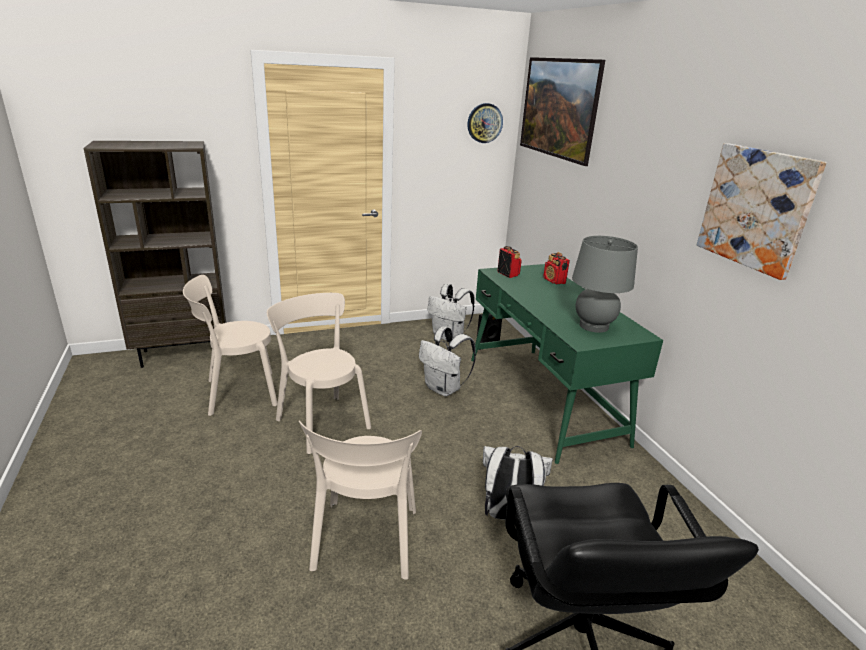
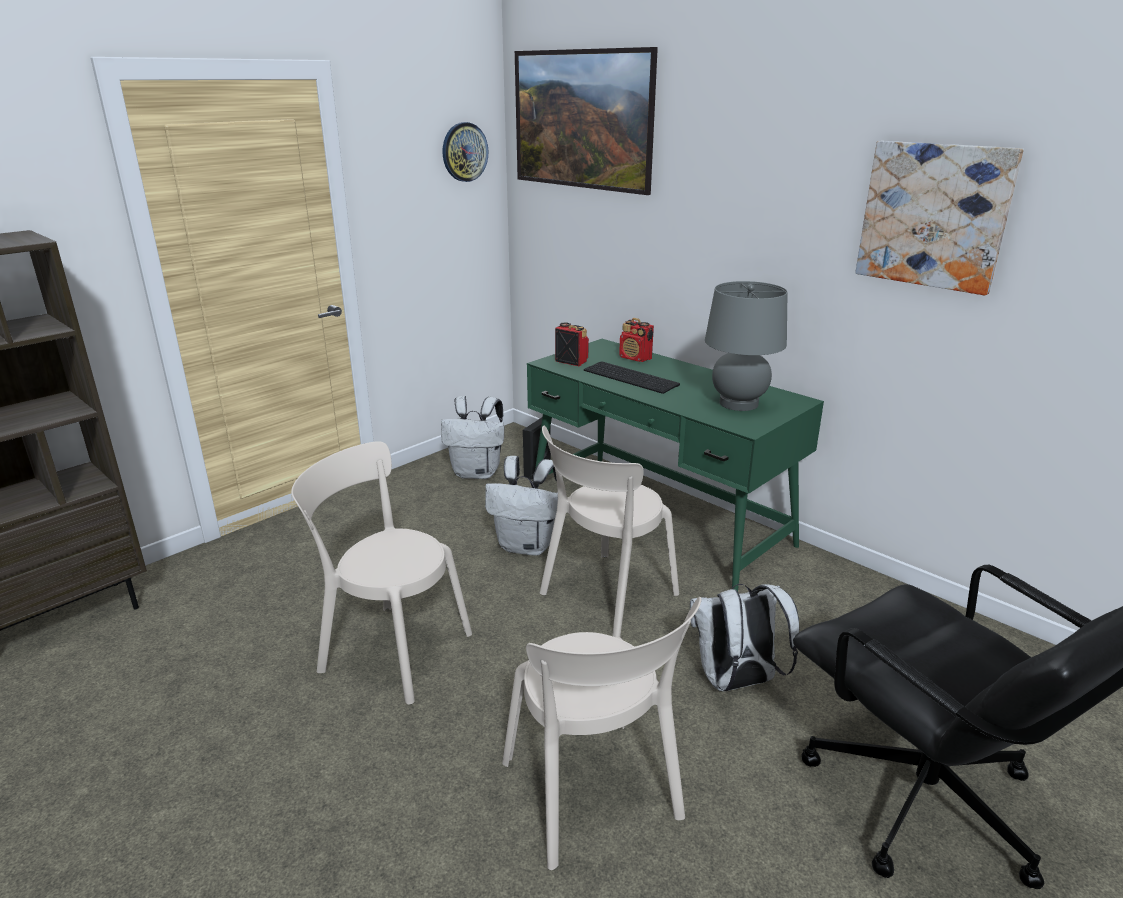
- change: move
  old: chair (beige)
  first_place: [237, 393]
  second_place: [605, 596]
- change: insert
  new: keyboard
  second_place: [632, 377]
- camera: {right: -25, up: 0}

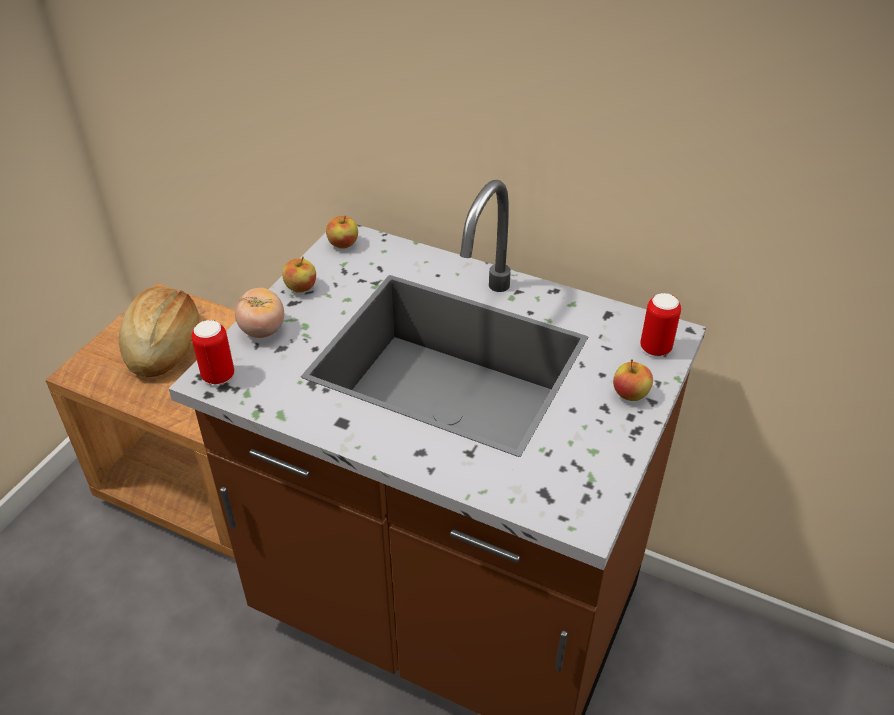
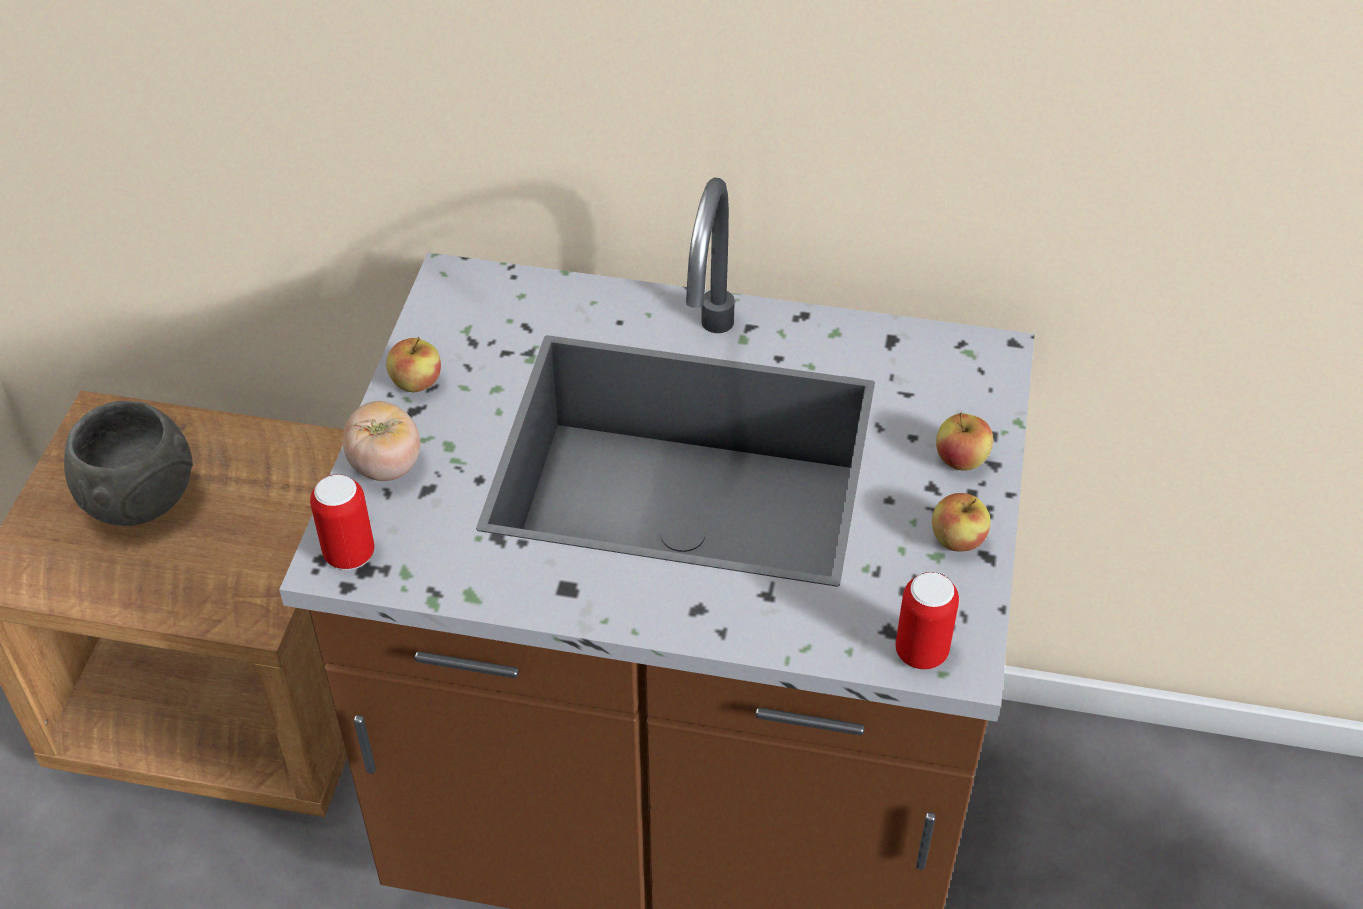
- change: replace
  old: bread
  new: bowl (grey)
  first_place: [163, 346]
  second_place: [139, 500]
- change: move
  old: can
  first_place: [655, 348]
  second_place: [921, 652]
- change: move
  old: apple
  first_place: [343, 244]
  second_place: [957, 540]
- camera: {right: -15, up: 5}

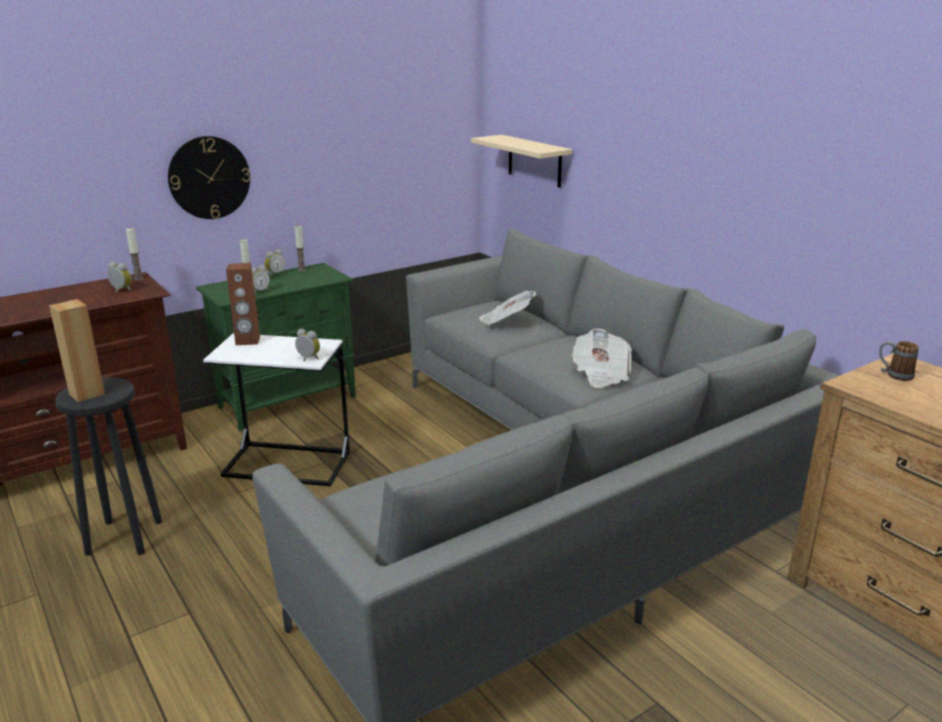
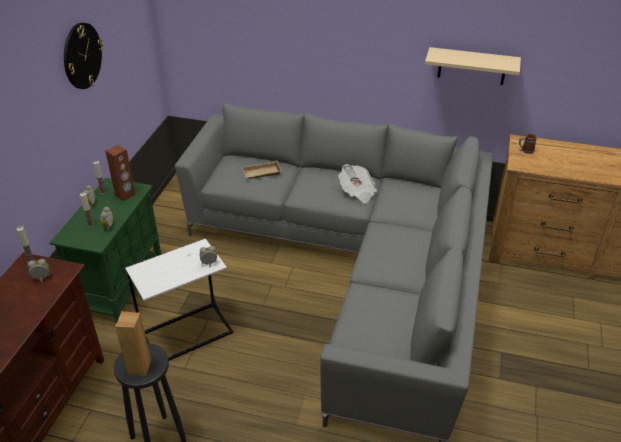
- change: move
  old: wall clock
  first_place: [209, 178]
  second_place: [82, 56]
- change: move
  old: speaker (brown)
  first_place: [247, 341]
  second_place: [125, 195]
- change: replace
  old: newspaper
  new: tray (beige)
  first_place: [506, 322]
  second_place: [261, 173]
- change: move
  old: shelf (beige)
  first_place: [534, 161]
  second_place: [472, 66]
- camera: {right: -40, up: 15}

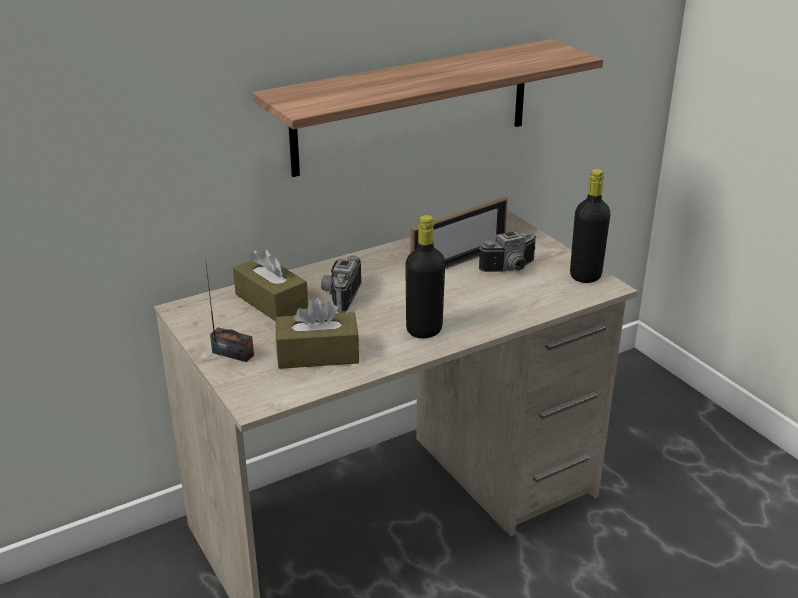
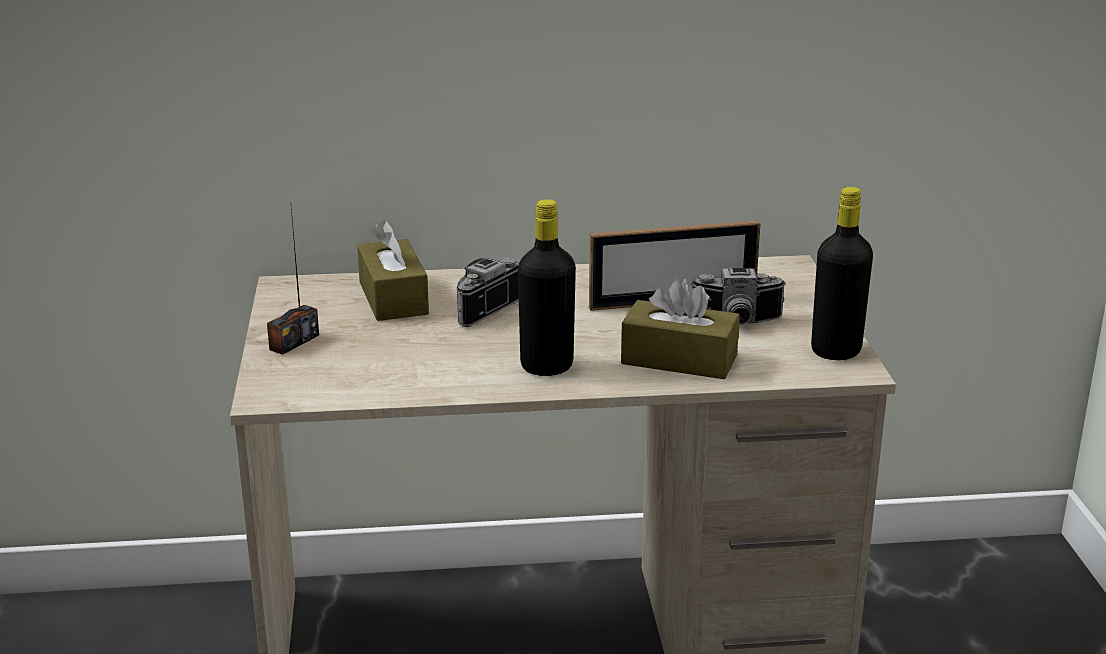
- change: rotate
  old: radio
  first_place: [232, 354]
  second_place: [294, 342]
  degrees: 75
- change: move
  old: tissue box (brown)
  first_place: [317, 354]
  second_place: [679, 359]
- change: delete
  old: shelf
  first_place: [413, 107]
- camera: {right: 25, up: -5}

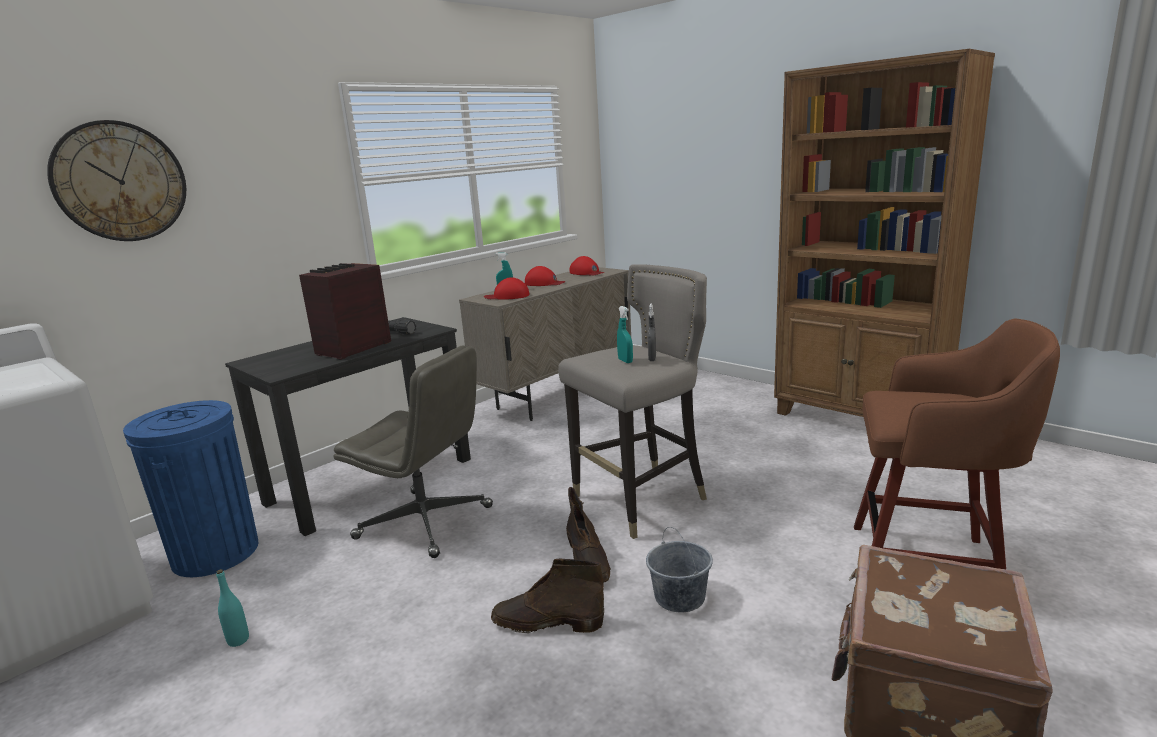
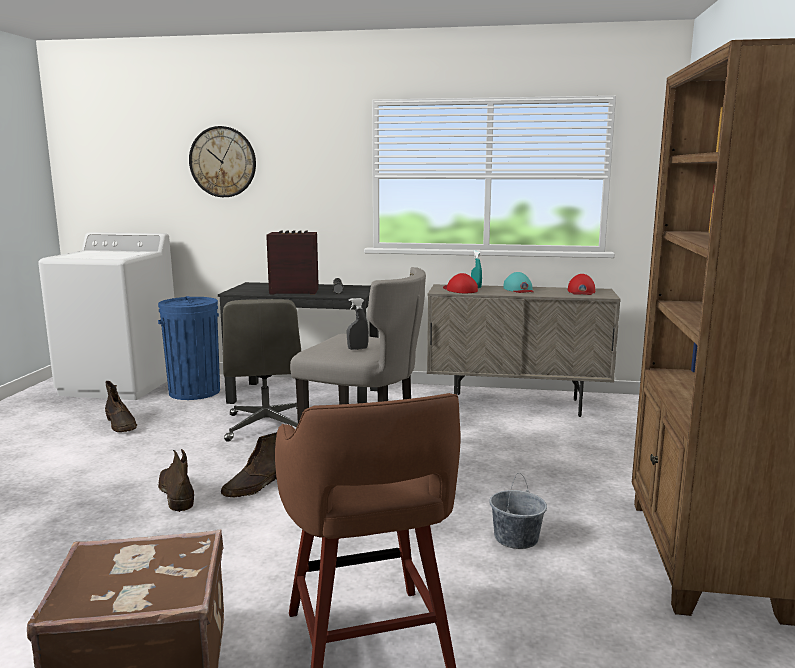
- change: replace
  old: bottle (turquoise)
  new: boot (brown)
  first_place: [238, 640]
  second_place: [121, 424]
- change: move
  old: bucket (grey)
  first_place: [680, 597]
  second_place: [516, 538]
- change: recolor
  old: cap (red)
  new: cap (turquoise)
  first_place: [544, 283]
  second_place: [519, 289]
- change: delete
  old: spray bottle (turquoise)
  first_place: [625, 361]
- camera: {right: 55, up: -5}

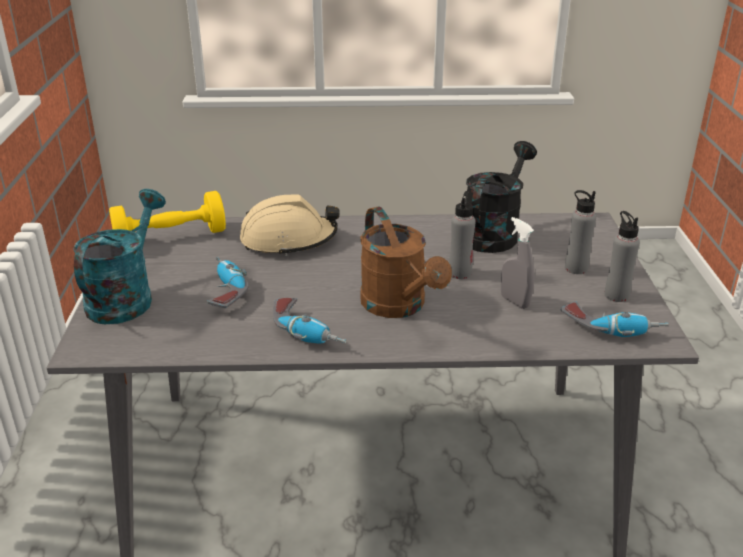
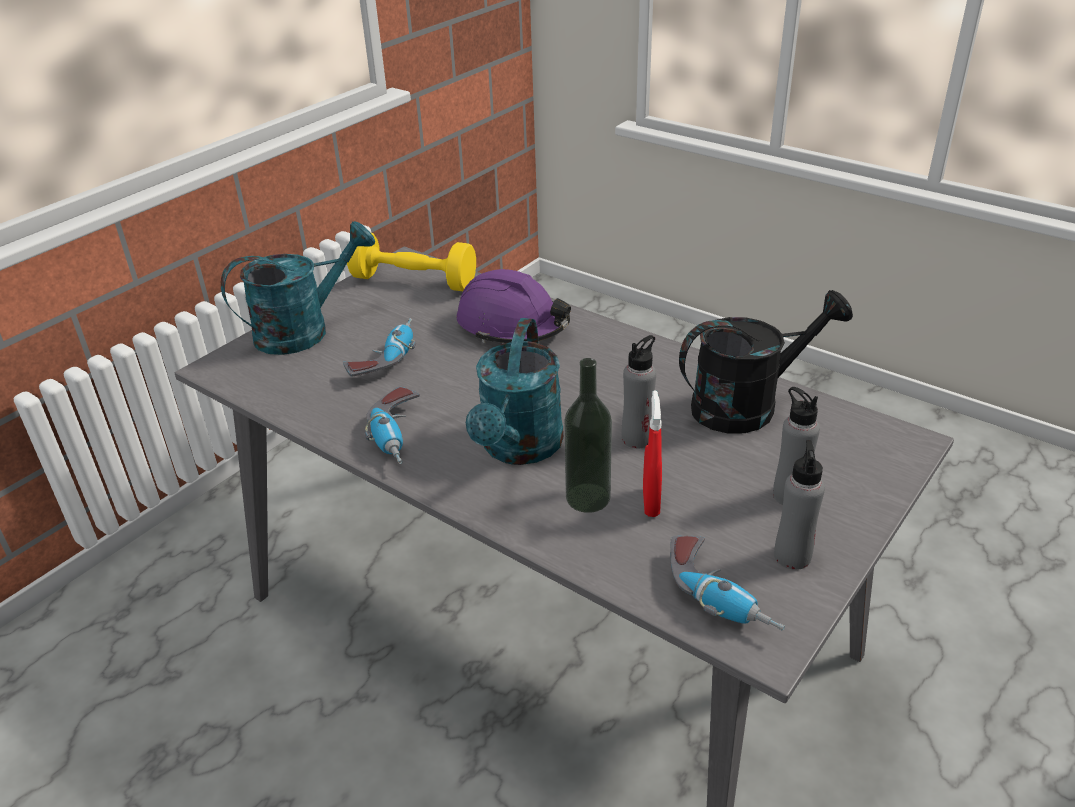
- change: recolor
  old: hard hat (beige)
  new: hard hat (purple)
  first_place: [288, 240]
  second_place: [513, 325]
- change: recolor
  old: watering can (brown)
  new: watering can (turquoise)
  first_place: [399, 307]
  second_place: [519, 449]
- change: insert
  new: bottle
  second_place: [588, 497]
- change: recolor
  old: spray bottle (grey)
  new: spray bottle (red)
  first_place: [514, 301]
  second_place: [651, 502]
- camera: {right: 40, up: 5}

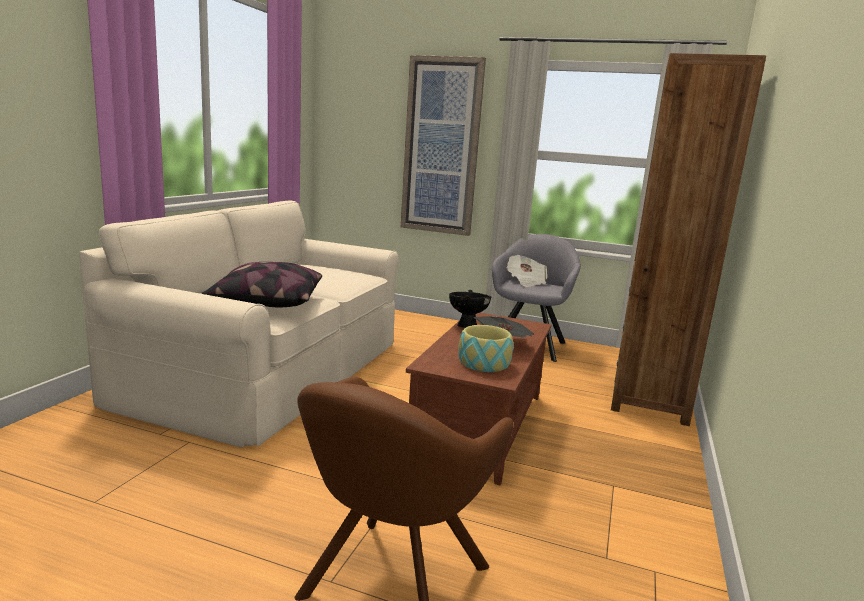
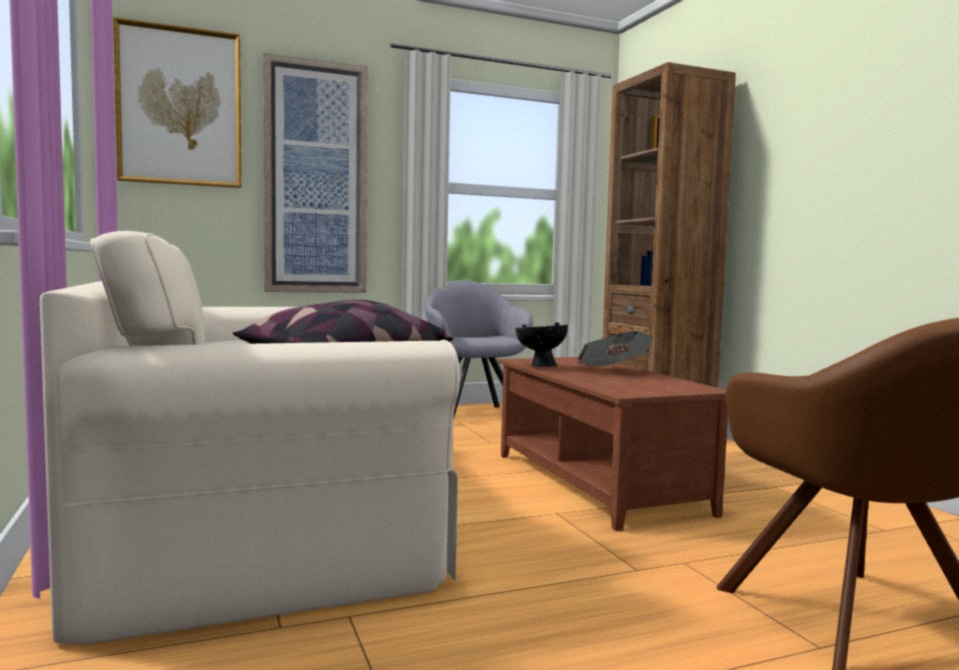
- change: insert
  new: picture
  second_place: [180, 107]
- change: delete
  old: bowl
  first_place: [484, 363]
- change: delete
  old: newspaper
  first_place: [526, 281]
- camera: {right: -40, up: -10}

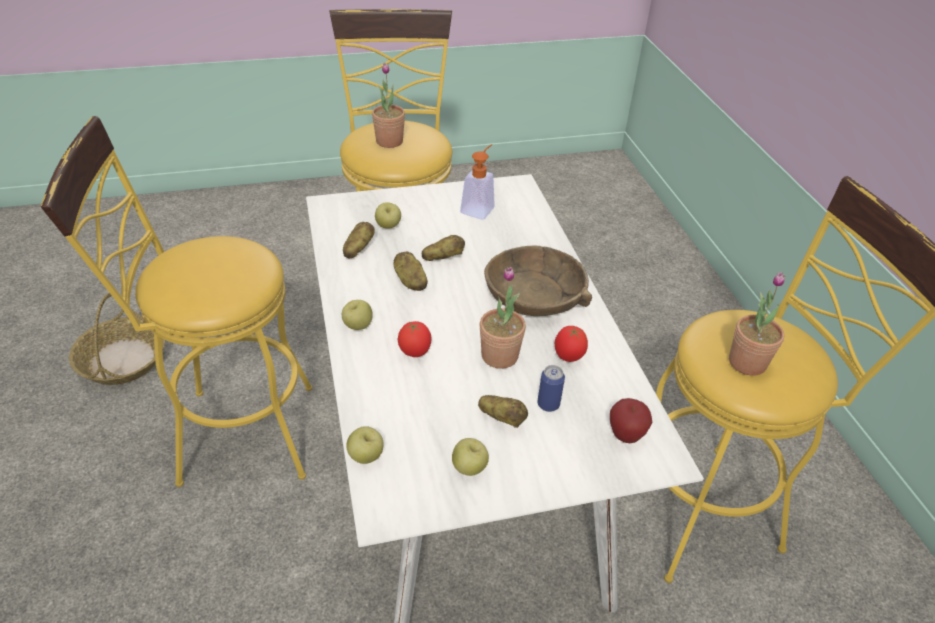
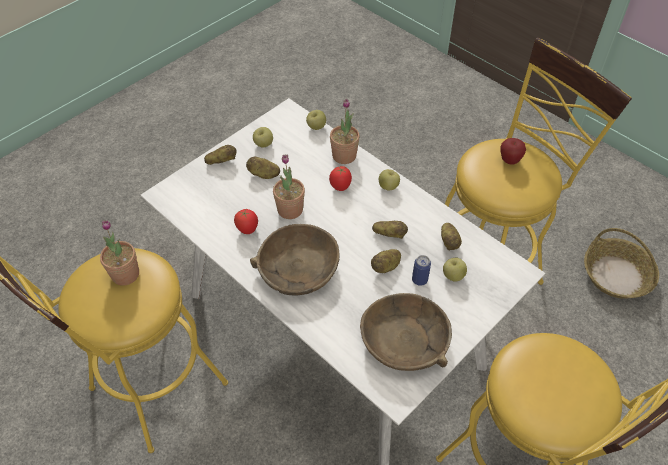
- change: insert
  new: potato
  second_place: [221, 161]
- change: move
  old: potted plant
  first_place: [389, 141]
  second_place: [344, 156]
- change: replace
  old: soap dispenser
  new: bowl (brown)
  first_place: [479, 207]
  second_place: [405, 340]
- change: move
  old: can
  first_place: [548, 404]
  second_place: [419, 280]
- change: move
  old: apple
  first_place: [625, 435]
  second_place: [509, 160]
- camera: {right: 150, up: 10}

